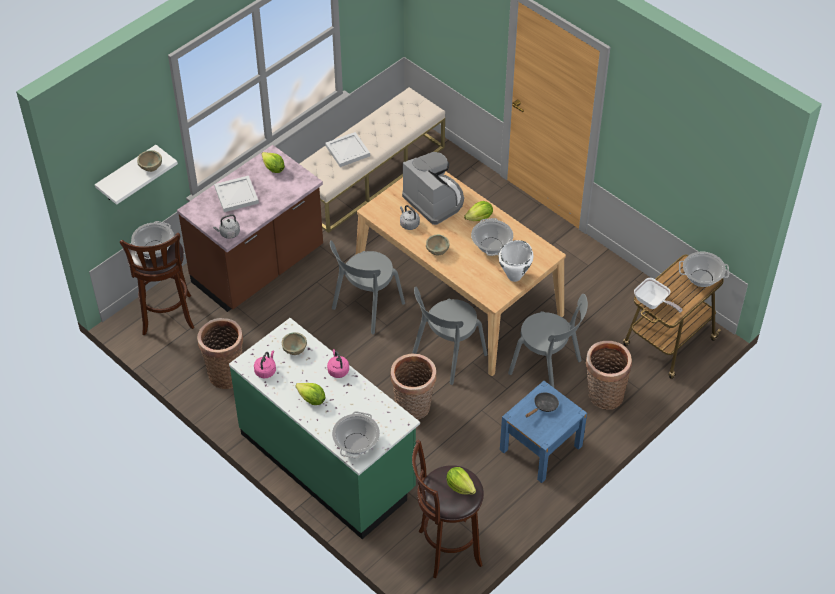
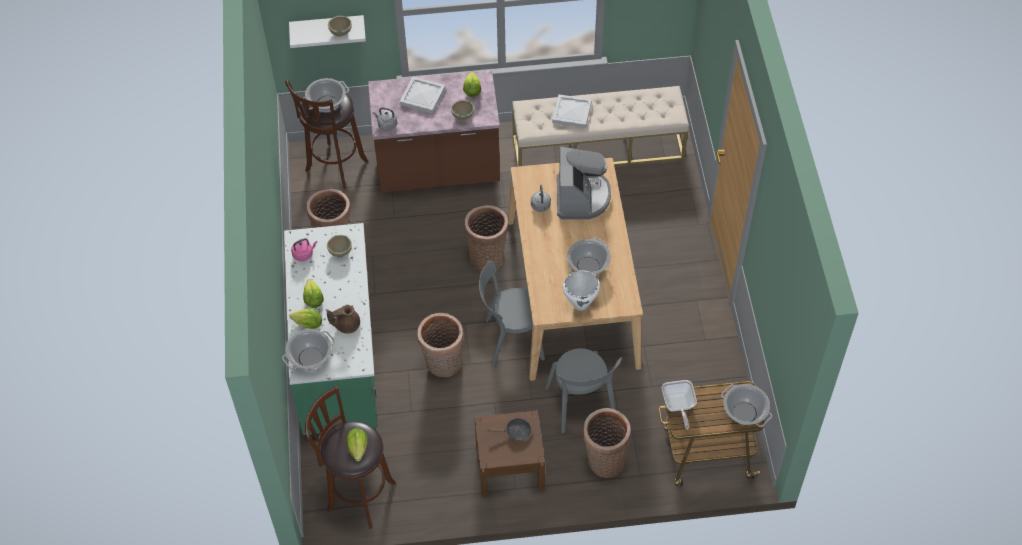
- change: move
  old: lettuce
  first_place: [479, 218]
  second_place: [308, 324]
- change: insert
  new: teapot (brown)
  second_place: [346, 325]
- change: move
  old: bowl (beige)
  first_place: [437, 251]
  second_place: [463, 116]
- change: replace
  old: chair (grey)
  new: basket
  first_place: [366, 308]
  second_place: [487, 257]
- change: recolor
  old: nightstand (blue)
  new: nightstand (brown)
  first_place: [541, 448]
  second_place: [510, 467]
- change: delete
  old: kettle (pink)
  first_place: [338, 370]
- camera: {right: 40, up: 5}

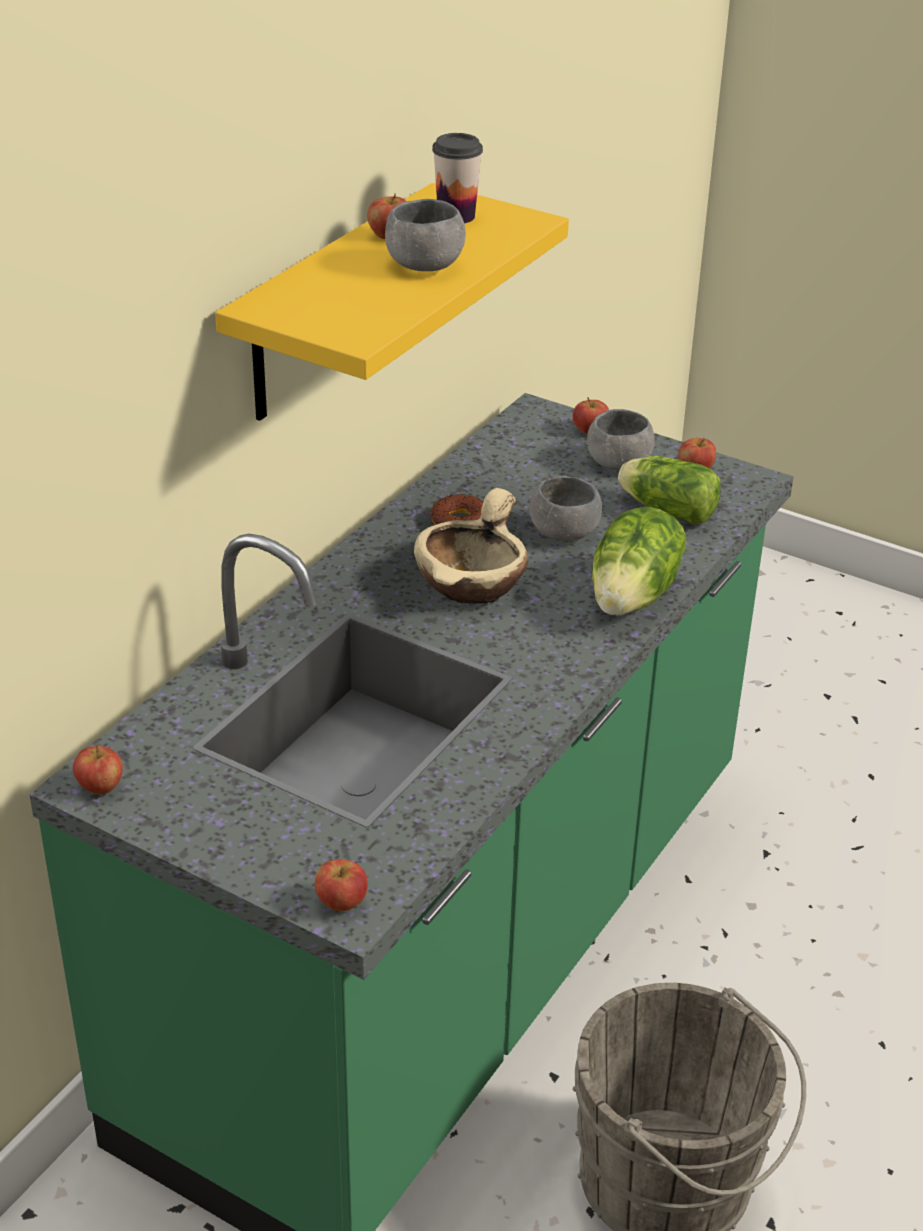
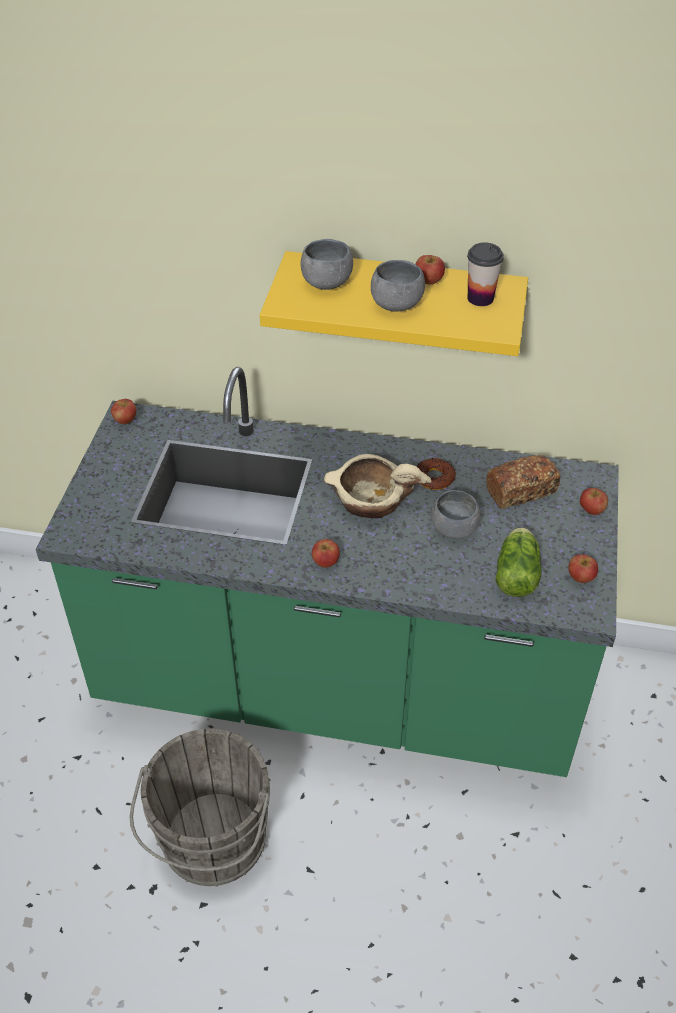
- change: move
  old: bowl (grey)
  first_place: [618, 463]
  second_place: [327, 282]
- change: move
  old: apple
  first_place: [341, 902]
  second_place: [326, 562]
- change: insert
  new: bread
  second_place: [521, 491]
- change: delete
  old: lettuce
  first_place: [635, 596]
- camera: {right: 70, up: 10}

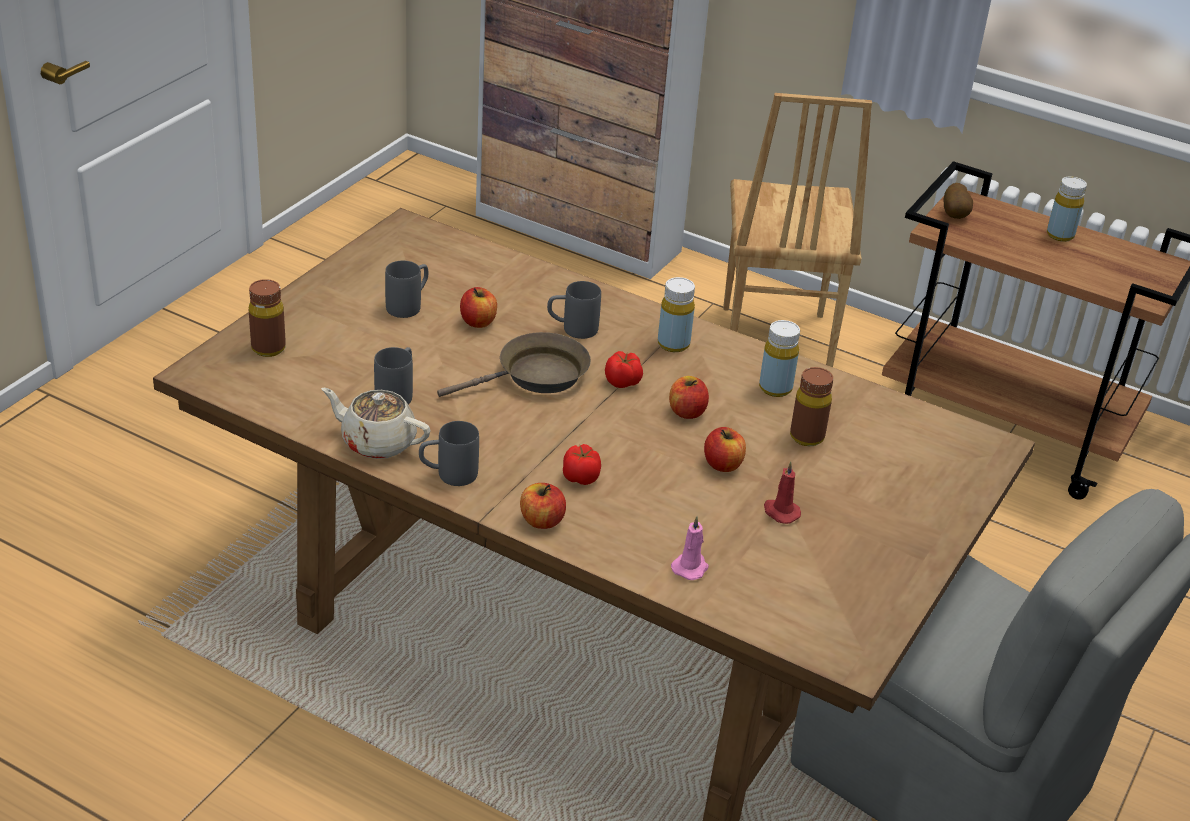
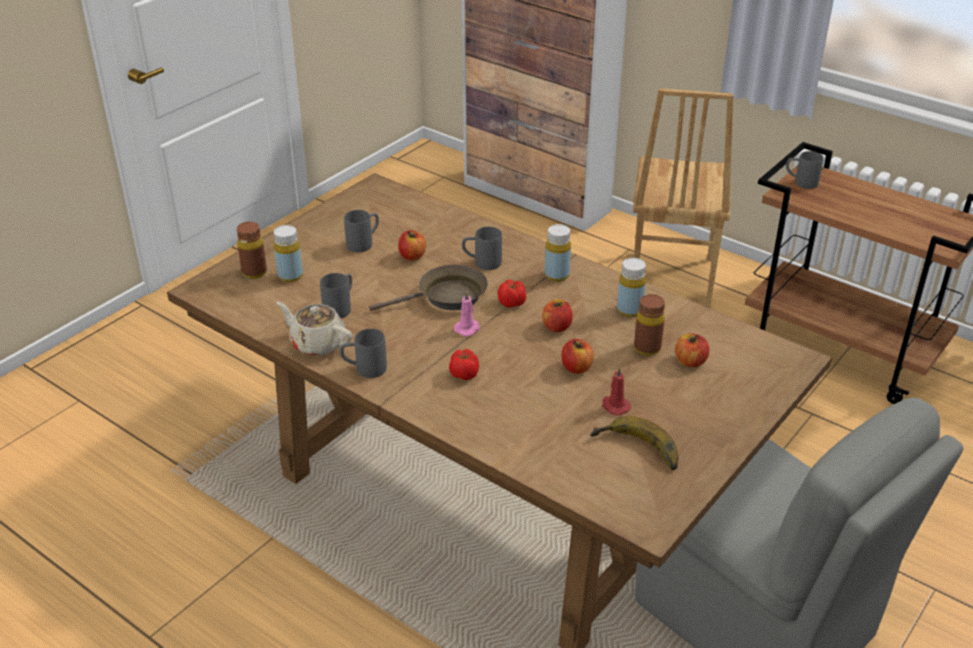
- change: move
  old: bottle (yellow)
  first_place: [1060, 235]
  second_place: [290, 276]
- change: move
  old: candle (pink)
  first_place: [690, 567]
  second_place: [467, 328]
- change: insert
  new: banana
  second_place: [636, 452]
- change: move
  old: apple
  first_place: [541, 521]
  second_place: [690, 361]
- change: replace
  old: potato
  new: mug (grey)
  first_place: [955, 215]
  second_place: [800, 182]
- camera: {right: 10, up: 0}

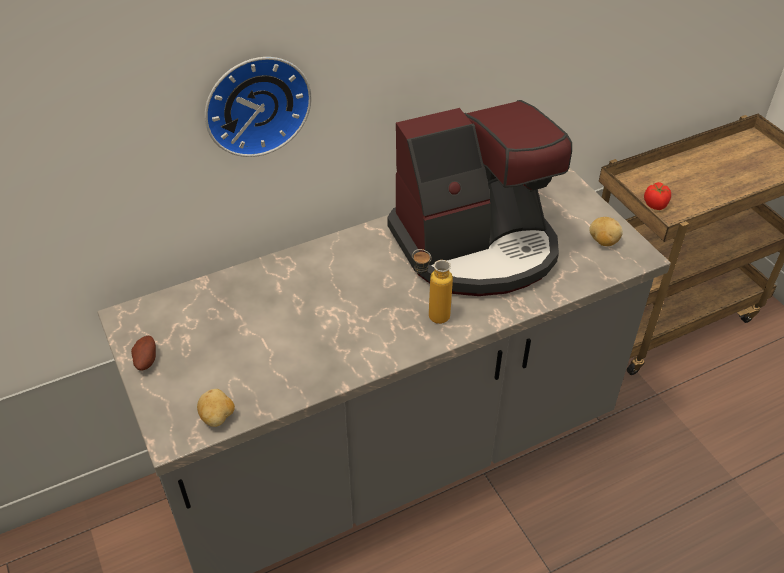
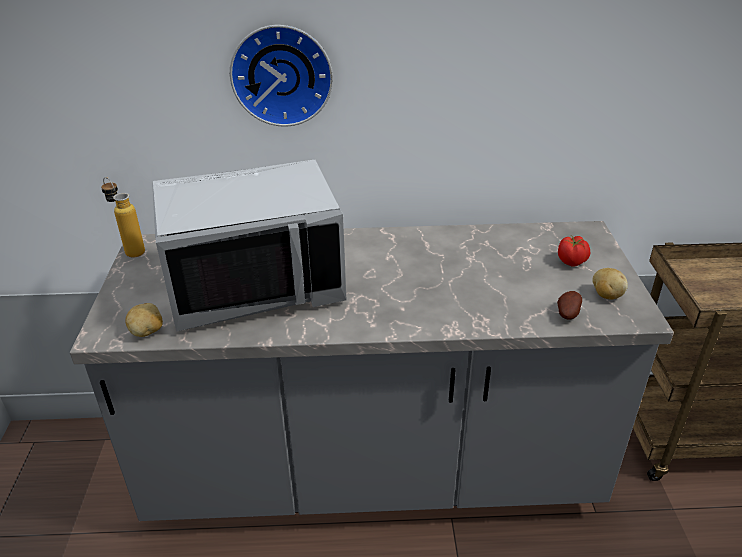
- change: move
  old: bottle
  first_place: [430, 315]
  second_place: [130, 250]
- change: insert
  new: microwave (grey)
  second_place: [255, 283]
- change: move
  old: potato
  first_place: [145, 360]
  second_place: [567, 313]
- change: move
  old: tomato
  first_place: [655, 205]
  second_place: [572, 262]
- change: delete
  old: coffee machine
  first_place: [476, 246]
- camera: {right: 25, up: -10}

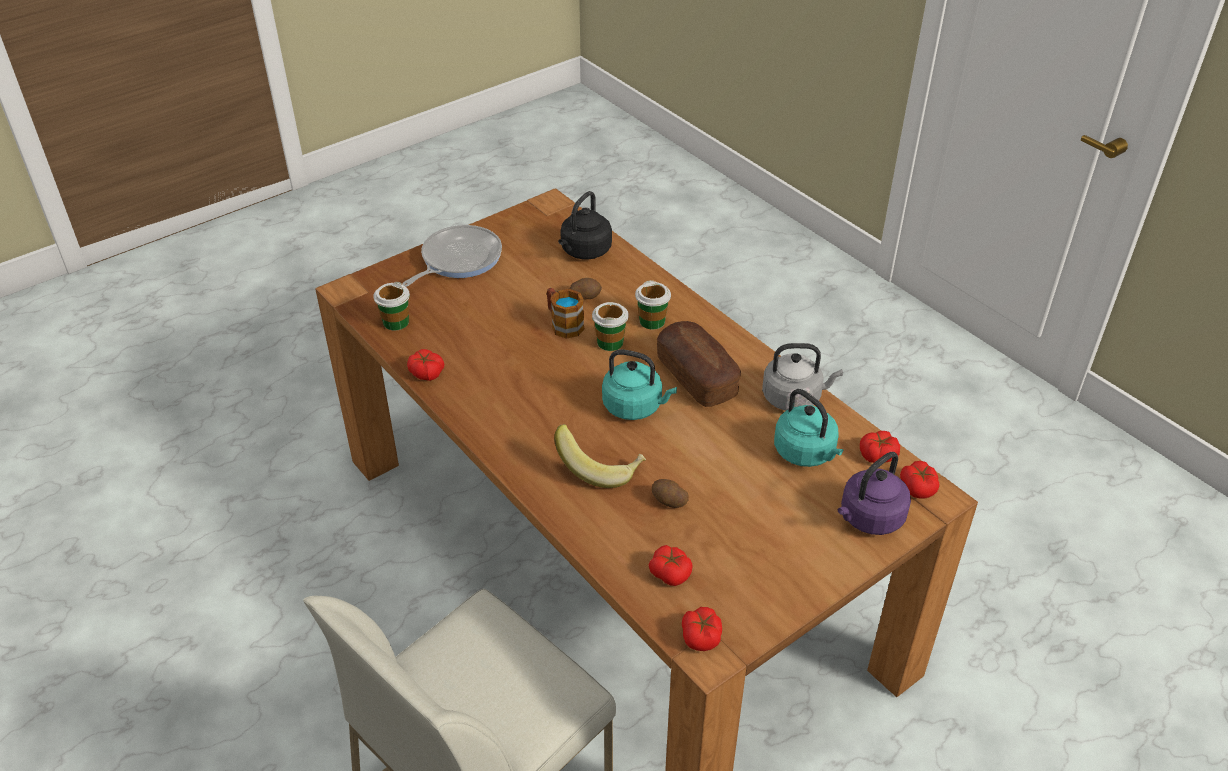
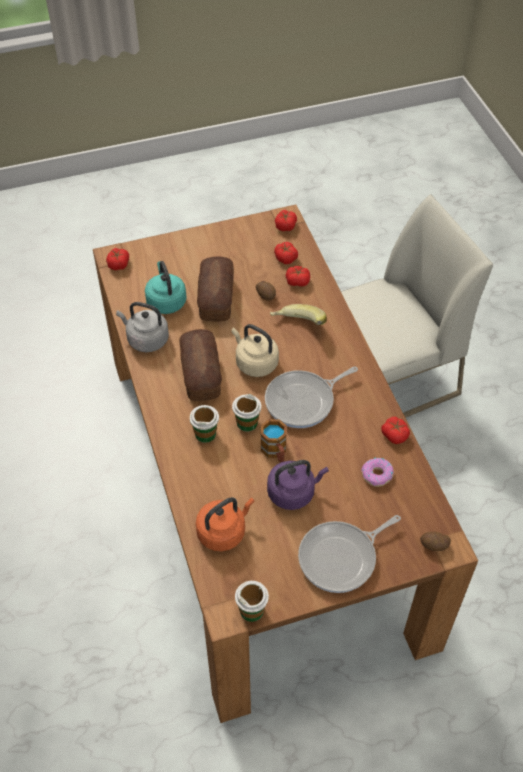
- change: recolor
  old: kettle (black)
  new: kettle (orange)
  first_place: [584, 251]
  second_place: [223, 532]
- change: insert
  new: bread
  second_place: [216, 298]
- change: recolor
  old: kettle (turquoise)
  new: kettle (beige)
  first_place: [635, 407]
  second_place: [255, 363]
- change: move
  old: cup
  first_place: [395, 322]
  second_place: [252, 610]
- change: insert
  new: frying pan
  second_place: [303, 401]
- change: move
  old: kettle (purple)
  first_place: [869, 518]
  second_place: [293, 492]
- change: move
  old: tomato
  first_place: [878, 455]
  second_place: [297, 281]
- change: insert
  new: donut
  second_place: [377, 475]
- change: move
  old: potato
  first_place: [585, 296]
  second_place: [434, 545]
- camera: {right: -160, up: 10}

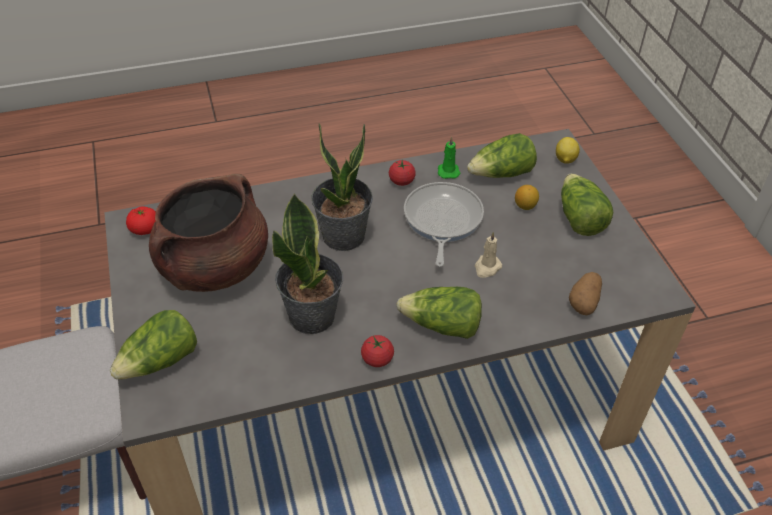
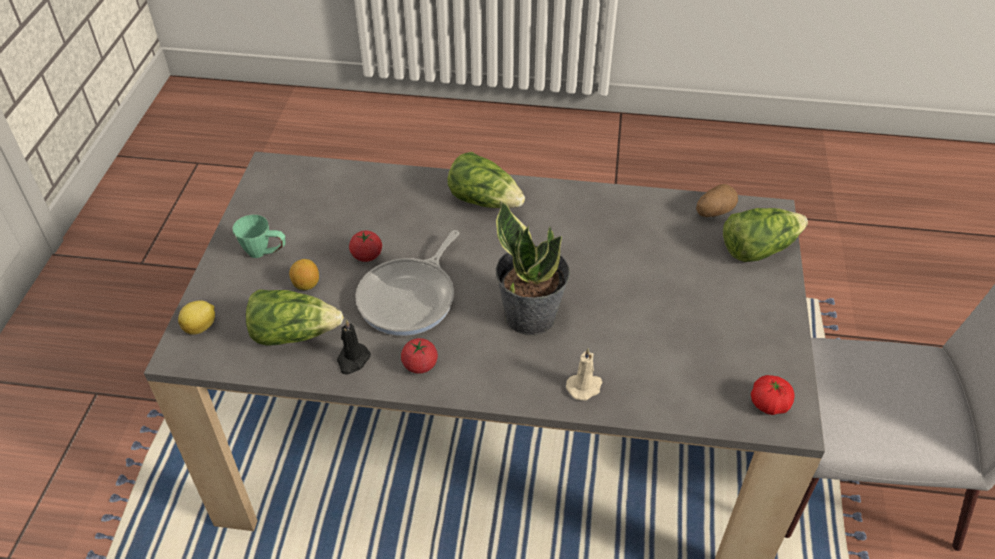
- change: replace
  old: lettuce
  new: mug (green)
  first_place: [579, 218]
  second_place: [265, 253]
- change: recolor
  old: candle (green)
  new: candle (black)
  first_place: [448, 171]
  second_place: [352, 360]
- change: move
  old: tomato
  first_place: [377, 359]
  second_place: [367, 255]
- change: move
  old: candle (beige)
  first_place: [487, 268]
  second_place: [585, 387]
- change: move
  old: potato
  first_place: [584, 301]
  second_place: [714, 211]
- change: delete
  old: cooking pot (brown)
  first_place: [214, 267]
- change: delete
  old: potted plant
  first_place: [312, 316]
- camera: {right: -155, up: 0}

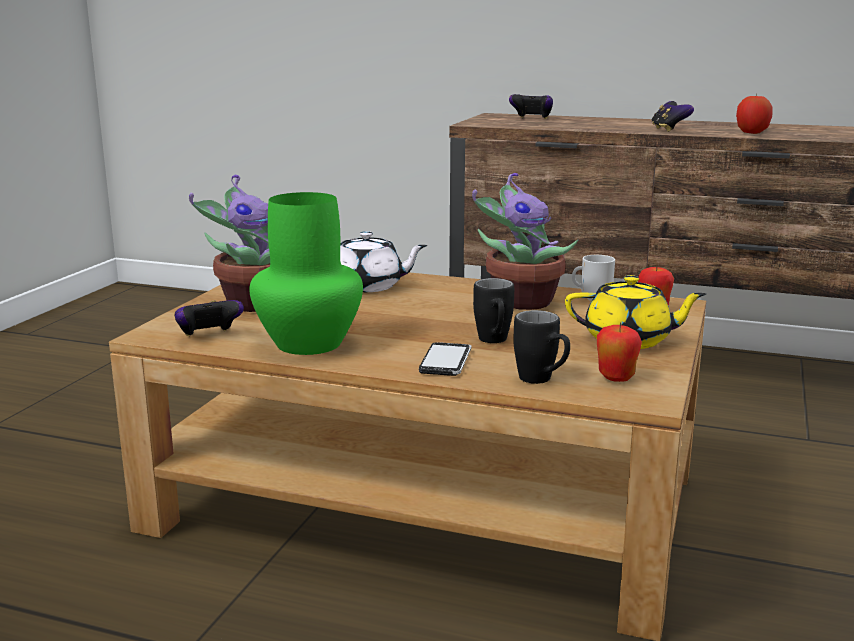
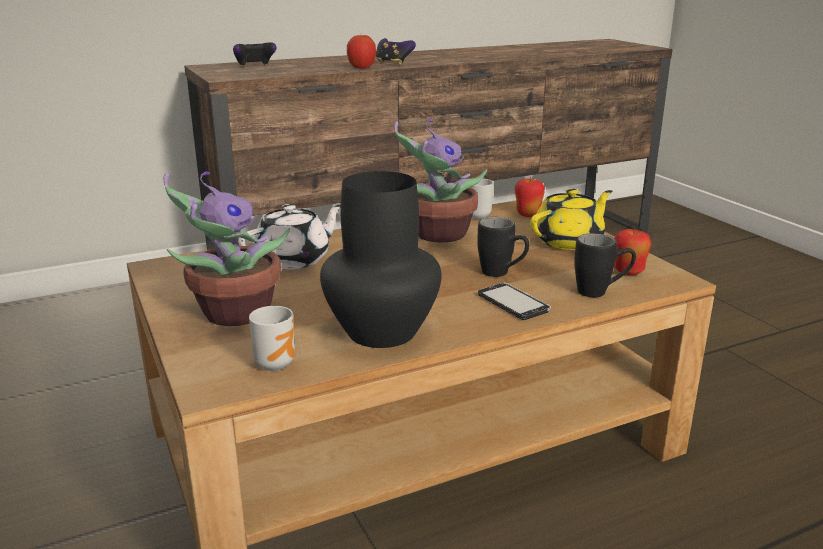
- change: replace
  old: game controller
  new: mug
  first_place: [209, 336]
  second_place: [277, 363]
- change: recolor
  old: vase (green)
  new: vase (black)
  first_place: [308, 343]
  second_place: [379, 331]
- change: move
  old: apple
  first_place: [752, 132]
  second_place: [361, 67]
- camera: {right: -45, up: 5}

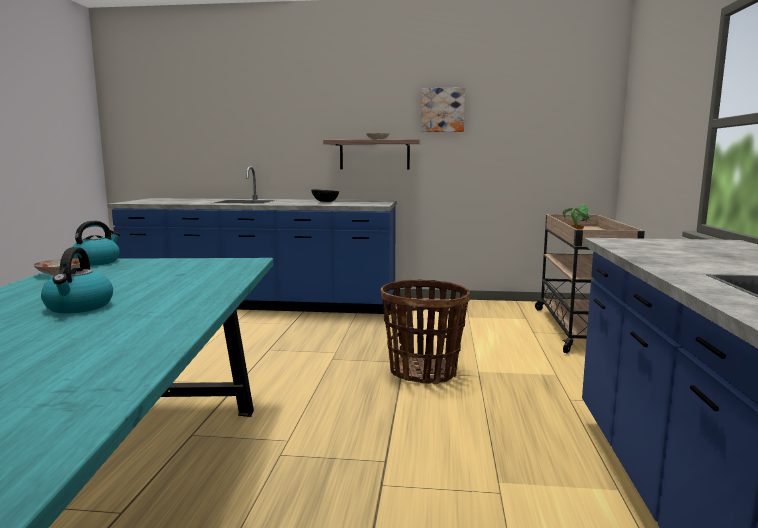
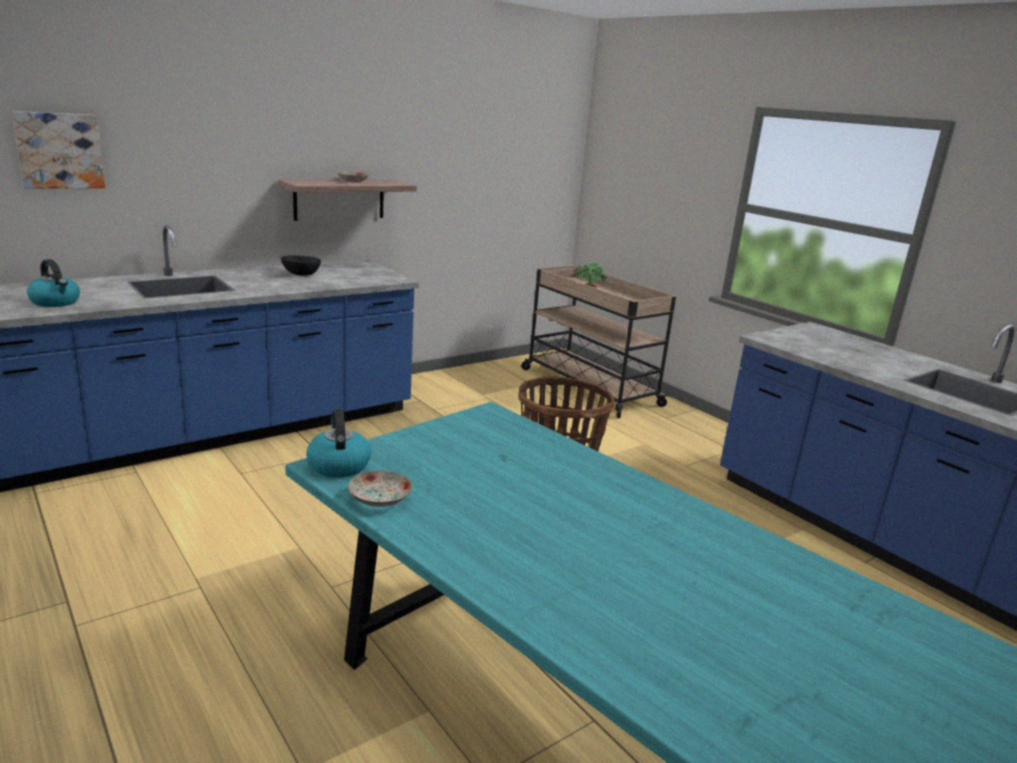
- change: move
  old: picture
  first_place: [442, 110]
  second_place: [59, 150]
- change: move
  old: kettle
  first_place: [79, 307]
  second_place: [56, 302]
- camera: {right: -45, up: 10}

